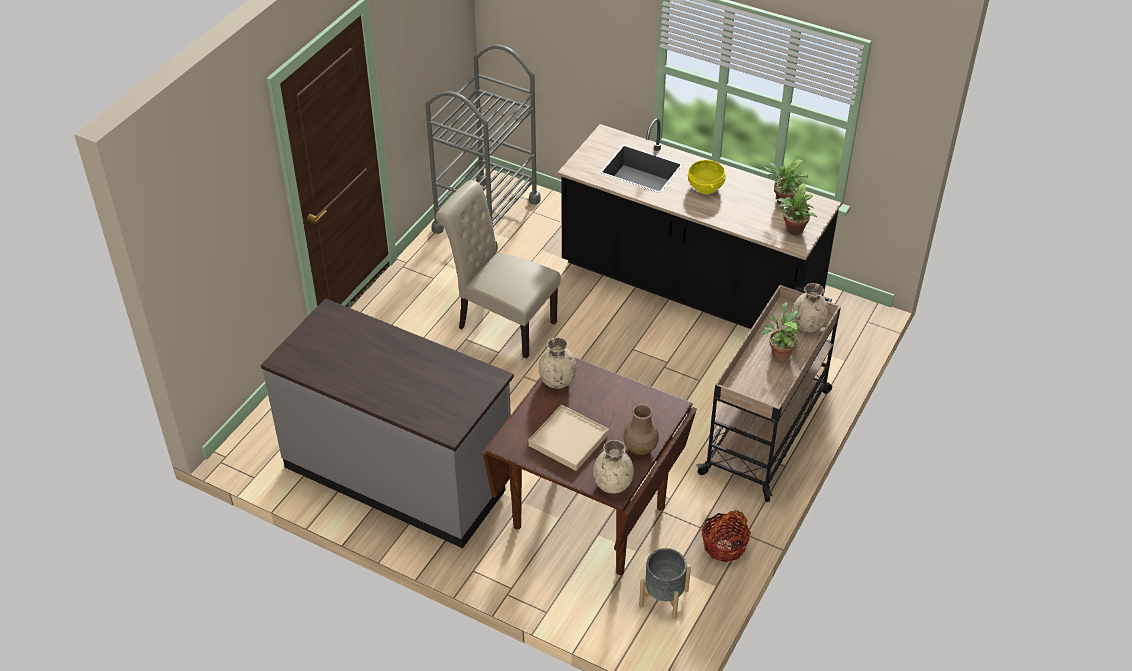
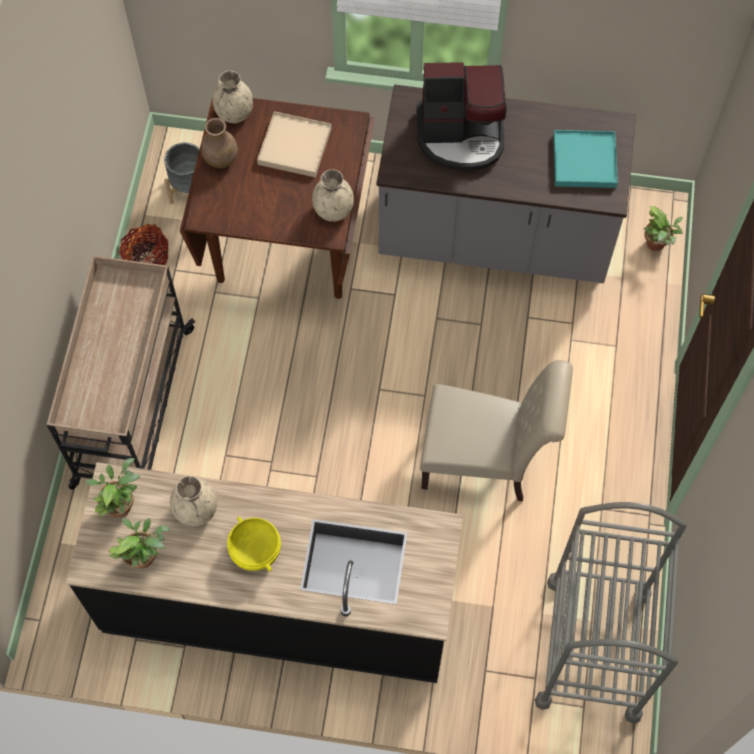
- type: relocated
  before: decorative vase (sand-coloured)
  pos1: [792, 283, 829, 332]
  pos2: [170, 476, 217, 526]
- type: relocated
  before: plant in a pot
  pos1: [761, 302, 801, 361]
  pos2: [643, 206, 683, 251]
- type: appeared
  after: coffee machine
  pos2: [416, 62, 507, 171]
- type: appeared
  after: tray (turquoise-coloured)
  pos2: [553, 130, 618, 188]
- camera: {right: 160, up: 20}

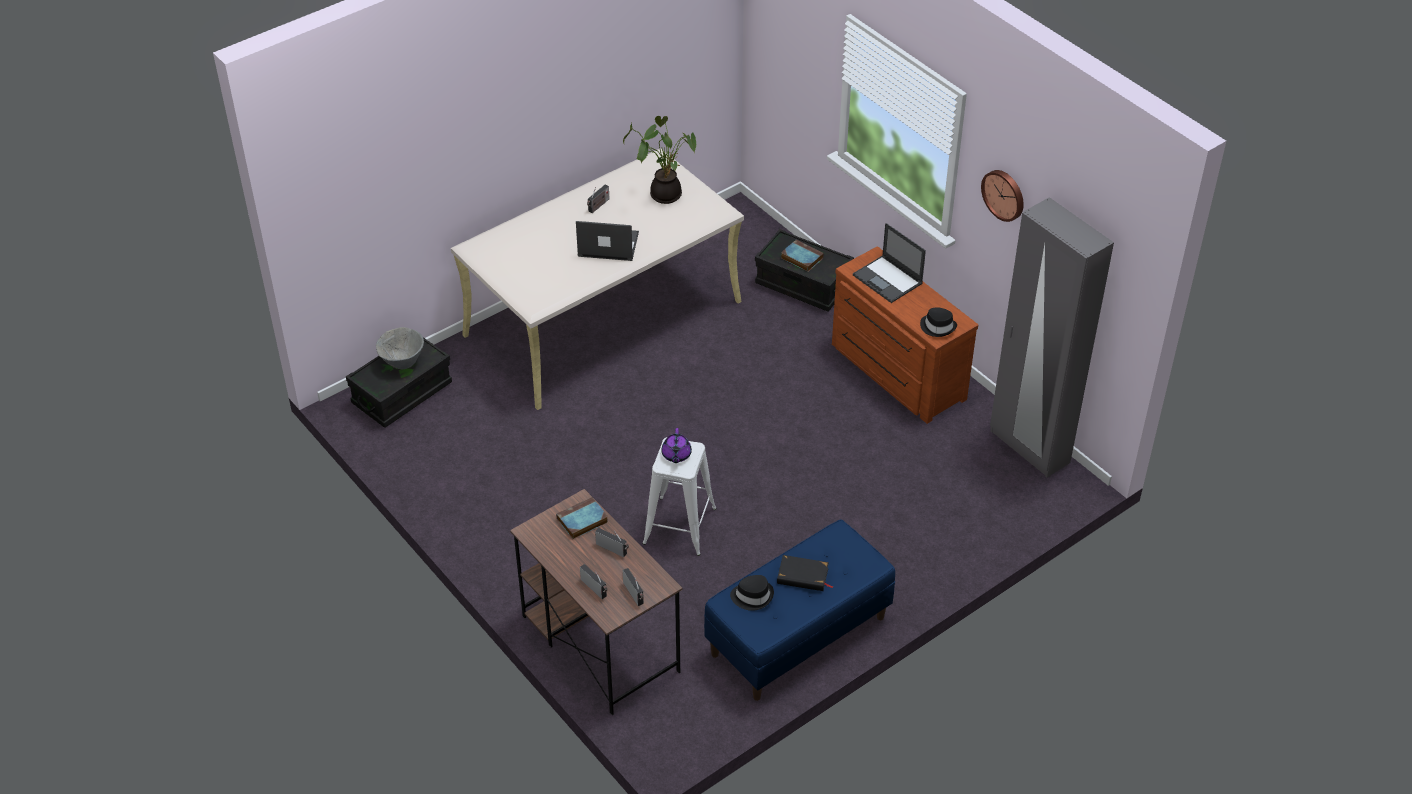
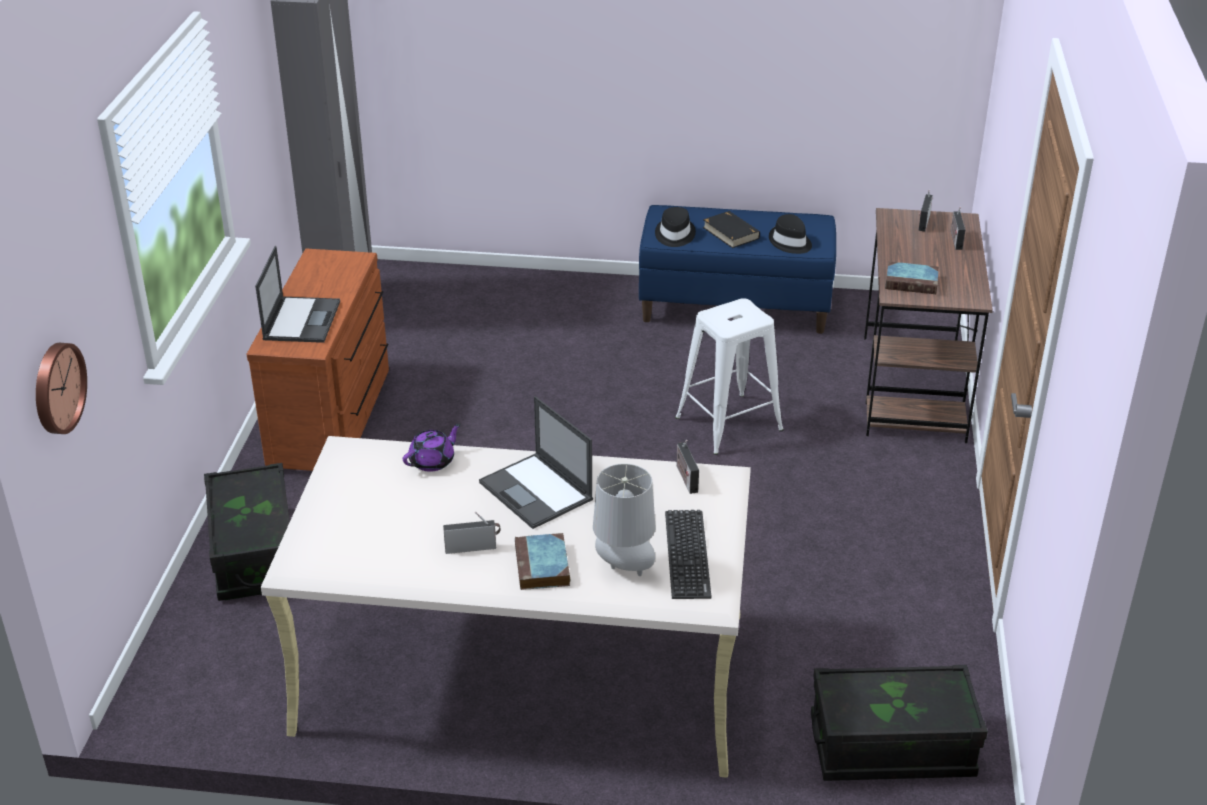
- type: missing
  before: plant in a pot
  pos1: [623, 116, 696, 204]
- type: relocated
  before: hanging clock
  pos1: [981, 170, 1024, 222]
  pos2: [36, 343, 87, 434]
- type: relocated
  before: book
  pos1: [781, 240, 824, 272]
  pos2: [515, 533, 570, 590]
- type: relocated
  before: wearable hat (blackish)
  pos1: [920, 307, 957, 337]
  pos2: [655, 207, 696, 247]
- type: missing
  before: serving bowl (grey)
  pos1: [376, 327, 424, 369]
- type: relocated
  before: tea pot (purple-coloured)
  pos1: [661, 428, 692, 463]
  pos2: [403, 423, 461, 472]
- type: relocated
  before: radio receiver
  pos1: [595, 528, 629, 557]
  pos2: [676, 439, 699, 494]
- type: appeared
  after: lamp for a table (grey)
  pos2: [593, 464, 655, 576]
- type: appeared
  after: computer keyboard
  pos2: [665, 510, 712, 599]
- camera: {right: -135, up: -10}

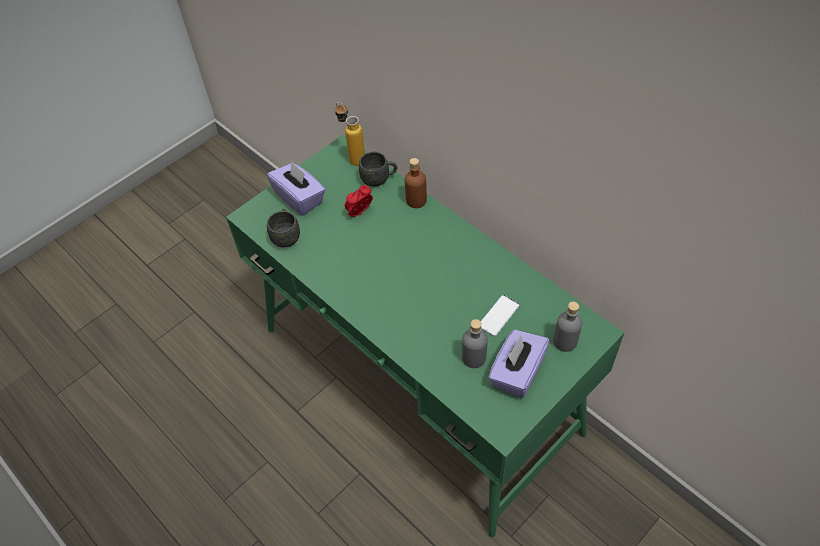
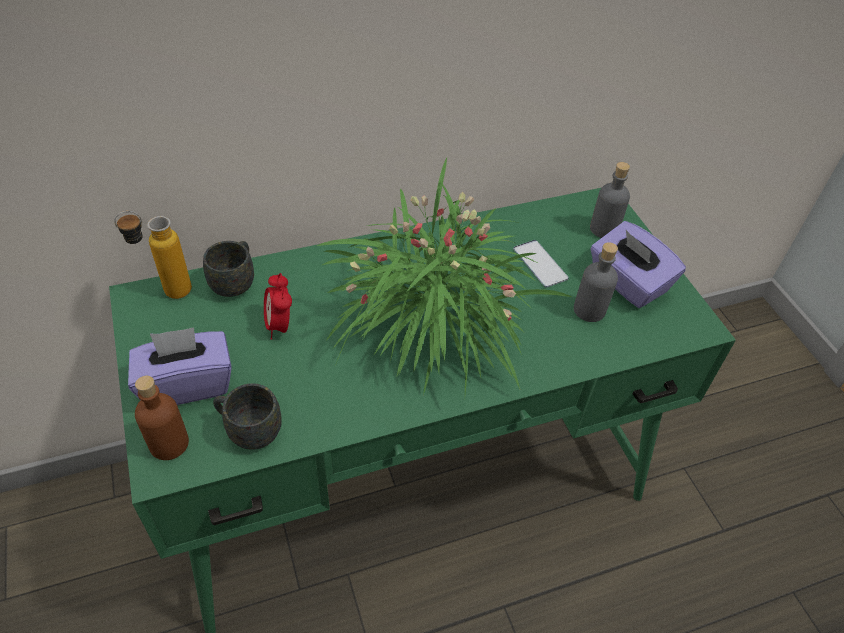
- type: relocated
  before: bottle (brown)
  pos1: [405, 158, 427, 208]
  pos2: [135, 376, 189, 460]
- type: appeared
  after: plant in a pot
  pos2: [317, 158, 571, 395]
- camera: {right: -70, up: -5}

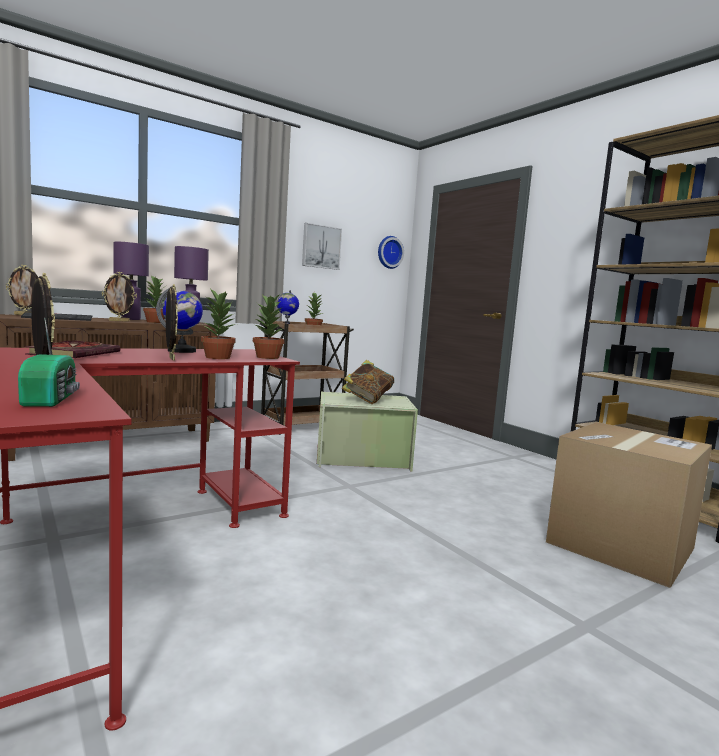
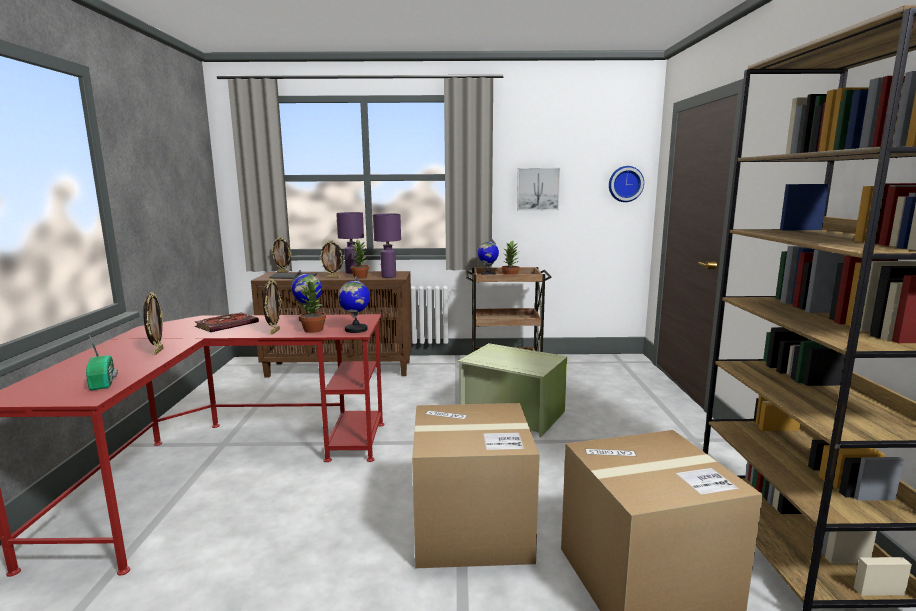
- type: exchanged
  before: plant in a pot
  after: world globe
  pos1: [253, 293, 285, 359]
  pos2: [338, 276, 370, 333]
- type: spun
  before: radio receiver
  pos1: [18, 318, 80, 407]
  pos2: [86, 335, 118, 390]
  turn: -45
- type: missing
  before: book
  pos1: [342, 360, 394, 404]
- type: appeared
  after: cardboard box
  pos2: [412, 403, 540, 568]
- camera: {right: 35, up: 5}

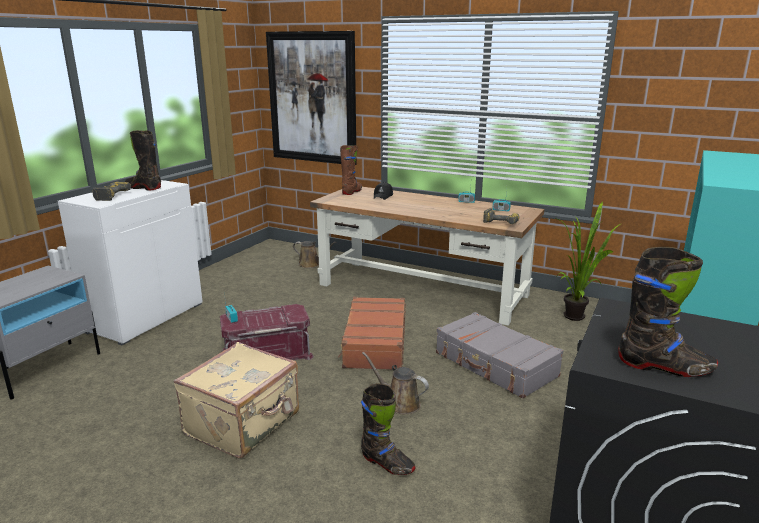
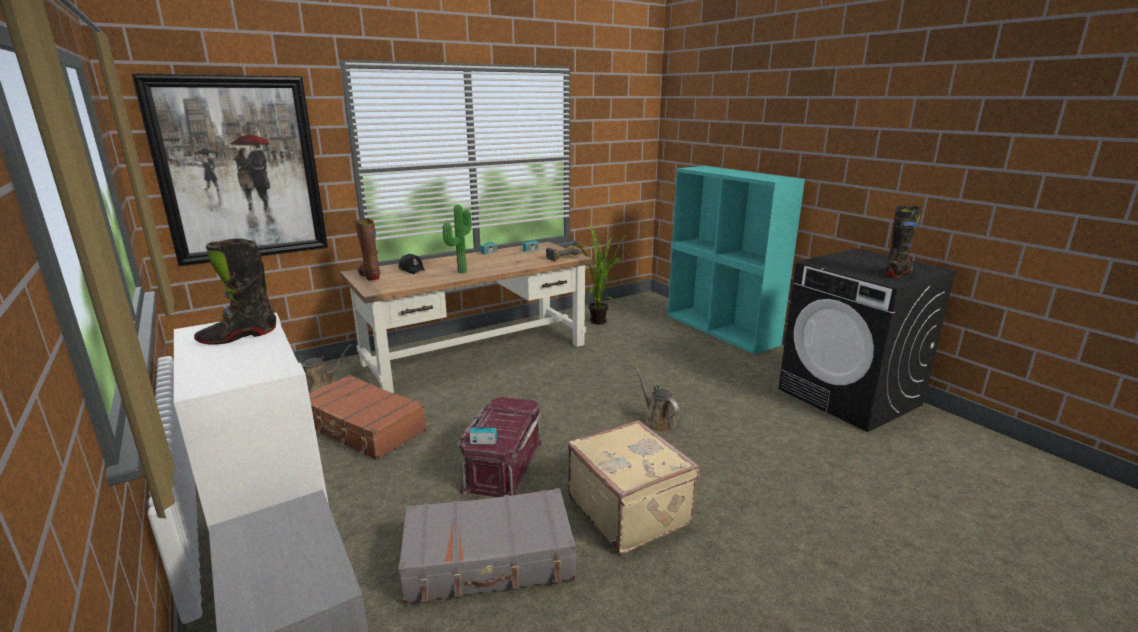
- type: missing
  before: drill
  pos1: [92, 182, 131, 201]
- type: relocated
  before: suitcase (brown)
  pos1: [338, 297, 406, 370]
  pos2: [309, 375, 427, 460]
- type: relocated
  before: suitcase (grey)
  pos1: [436, 312, 564, 399]
  pos2: [398, 488, 576, 604]
- type: spun
  before: watering can (brown)
  pos1: [362, 352, 429, 414]
  pos2: [636, 369, 679, 432]
  turn: 90
- type: missing
  before: tall boot (blackish)
  pos1: [361, 383, 415, 475]
- type: appeared
  after: plant in a pot
  pos2: [443, 205, 472, 273]
- camera: {right: -60, up: 0}

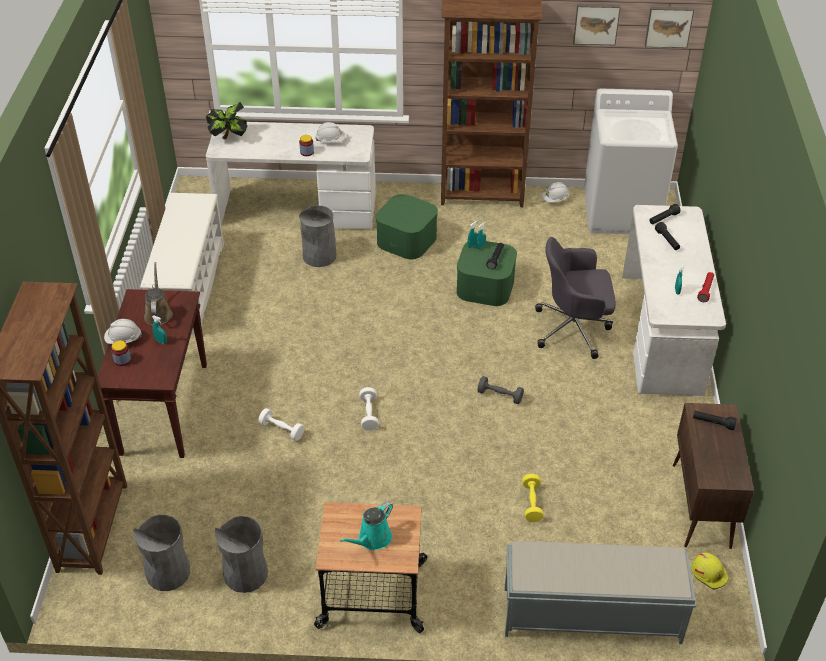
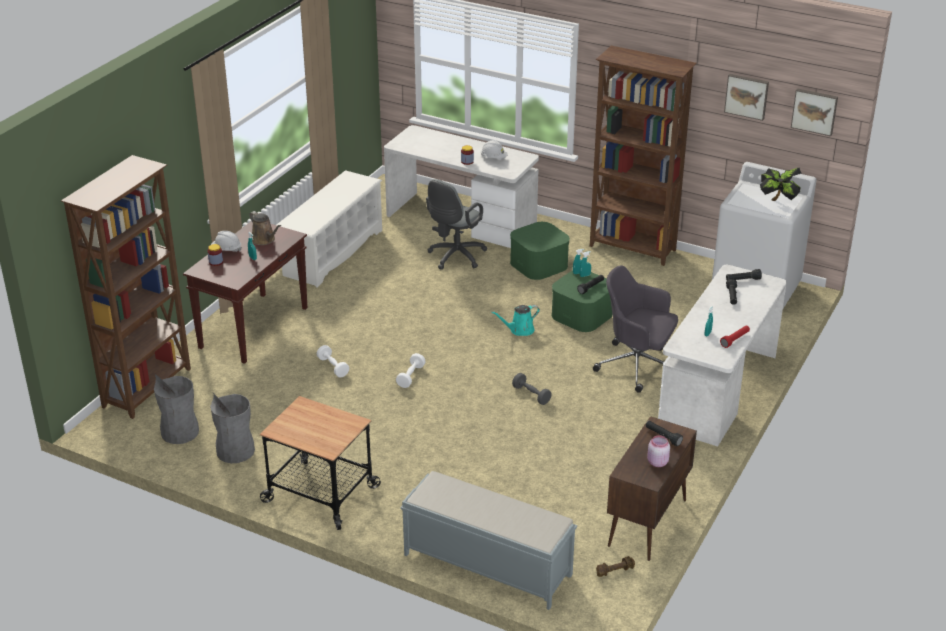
- type: relocated
  before: plant in a pot
  pos1: [206, 102, 248, 139]
  pos2: [760, 168, 802, 201]
- type: missing
  before: safety helmet (white)
  pos1: [542, 182, 569, 202]
- type: exchanged
  before: waste bin (grey)
  after: office chair (grey)
  pos1: [299, 205, 336, 267]
  pos2: [426, 179, 487, 270]
- type: spun
  before: watering can (brown)
  pos1: [144, 262, 173, 325]
  pos2: [249, 211, 281, 245]
  turn: 120
- type: missing
  before: free weight (yellow)
  pos1: [522, 474, 544, 522]
- type: relocated
  before: watering can (turquoise-coloured)
  pos1: [340, 501, 393, 550]
  pos2: [491, 305, 540, 336]
- type: exchanged
  before: safety helmet (yellow)
  after: free weight (brown)
  pos1: [691, 553, 729, 590]
  pos2: [596, 556, 635, 577]
- type: appeared
  after: storage jar (pinkish)
  pos2: [647, 435, 670, 467]
- camera: {right: 25, up: -10}

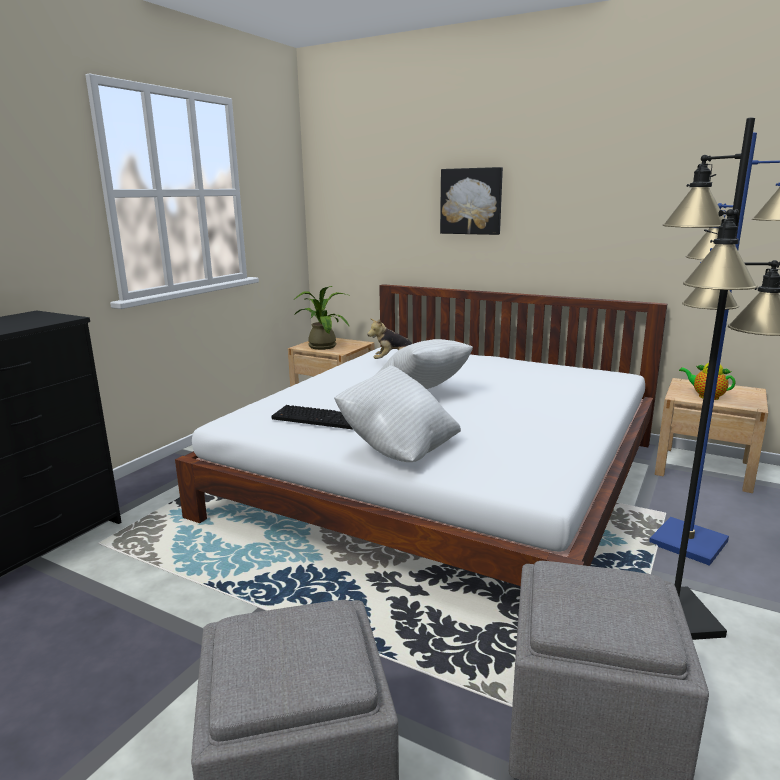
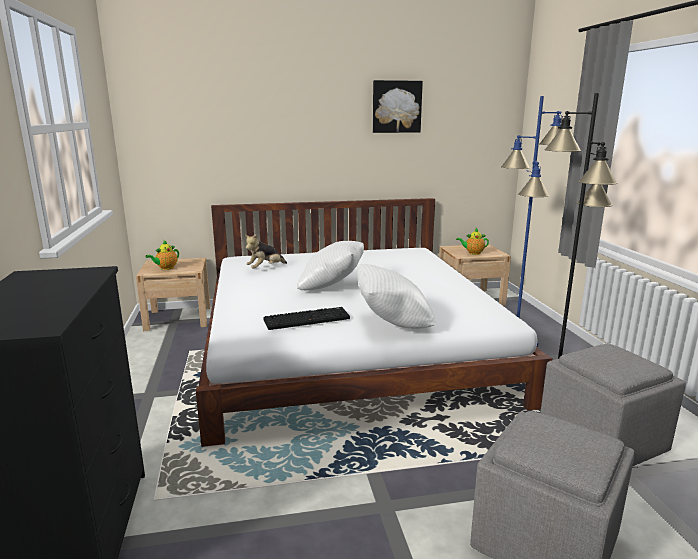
- type: relocated
  before: wall art
  pos1: [440, 167, 503, 235]
  pos2: [373, 80, 423, 133]
- type: exchanged
  before: plant in a pot
  after: tea pot
  pos1: [293, 286, 349, 350]
  pos2: [145, 240, 179, 270]
- camera: {right: -40, up: 0}

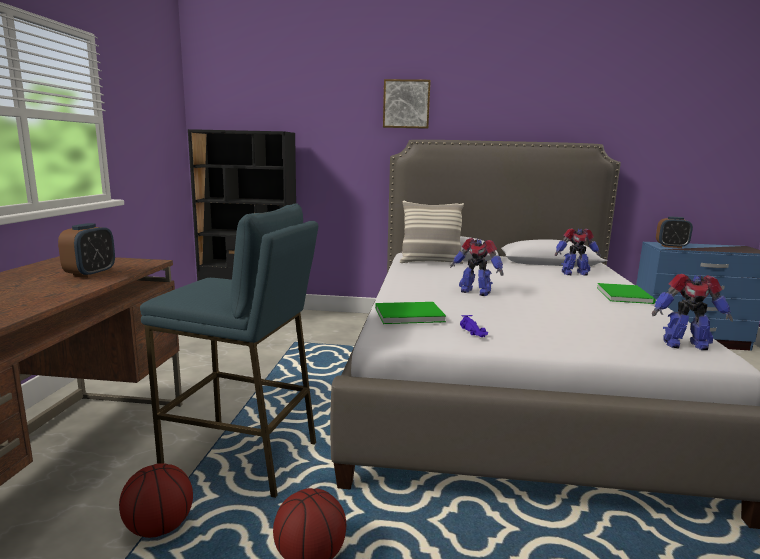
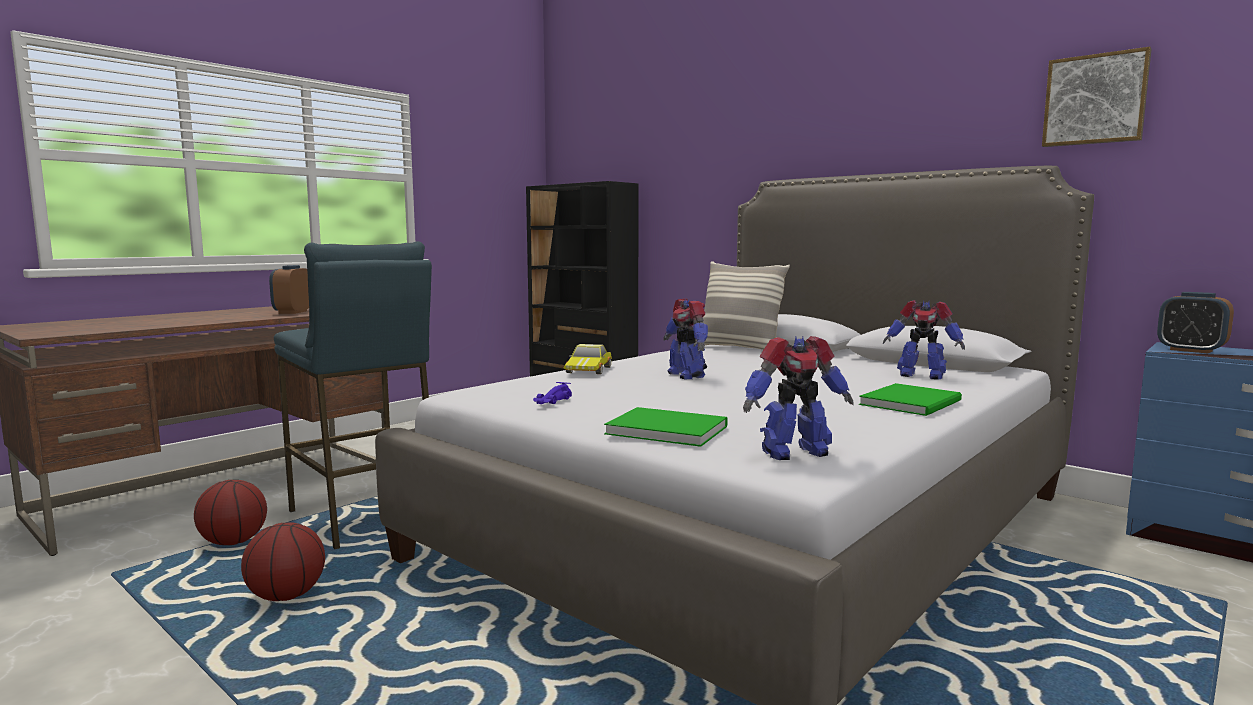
- type: relocated
  before: wall art
  pos1: [383, 79, 431, 129]
  pos2: [1042, 47, 1152, 147]
- type: spun
  before: alarm clock
  pos1: [58, 223, 115, 278]
  pos2: [269, 265, 309, 314]
  turn: 135
- type: spun
  before: toy robot
  pos1: [652, 274, 733, 350]
  pos2: [743, 336, 853, 460]
  turn: -60
- type: relocated
  before: book (green)
  pos1: [375, 302, 446, 324]
  pos2: [604, 407, 728, 447]
- type: appeared
  after: model car
  pos2: [563, 344, 612, 374]
- camera: {right: 35, up: -5}

